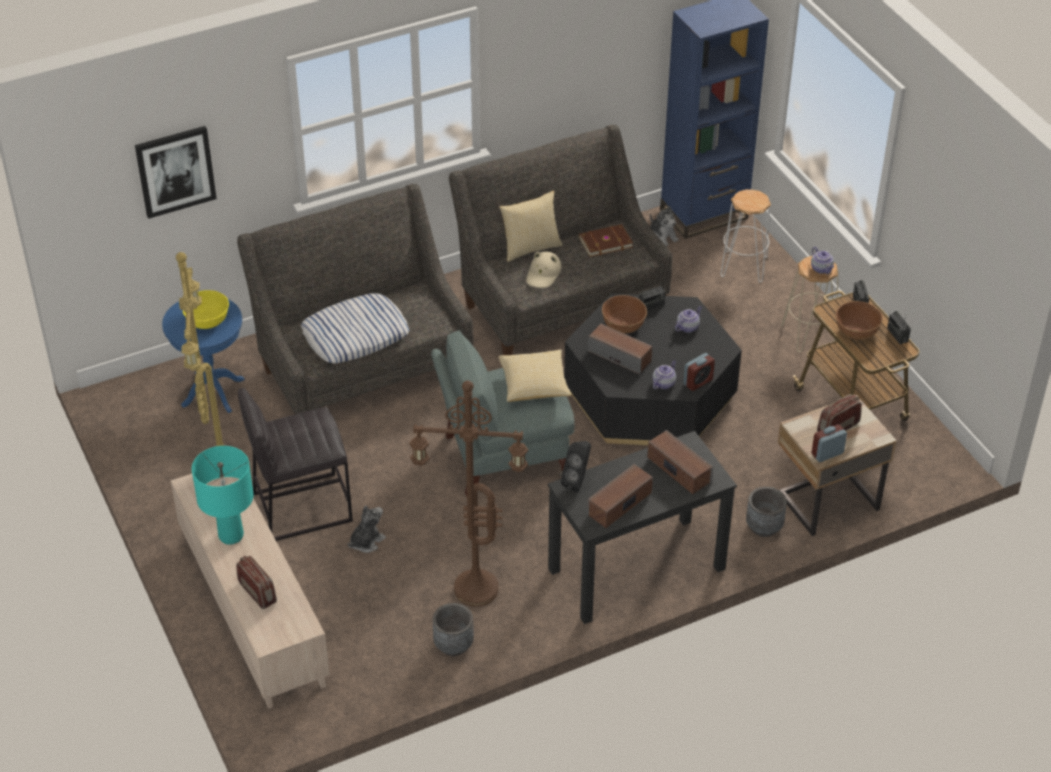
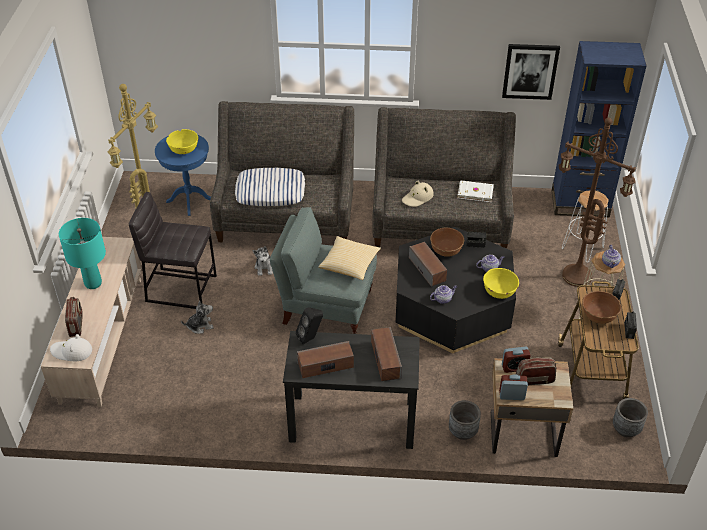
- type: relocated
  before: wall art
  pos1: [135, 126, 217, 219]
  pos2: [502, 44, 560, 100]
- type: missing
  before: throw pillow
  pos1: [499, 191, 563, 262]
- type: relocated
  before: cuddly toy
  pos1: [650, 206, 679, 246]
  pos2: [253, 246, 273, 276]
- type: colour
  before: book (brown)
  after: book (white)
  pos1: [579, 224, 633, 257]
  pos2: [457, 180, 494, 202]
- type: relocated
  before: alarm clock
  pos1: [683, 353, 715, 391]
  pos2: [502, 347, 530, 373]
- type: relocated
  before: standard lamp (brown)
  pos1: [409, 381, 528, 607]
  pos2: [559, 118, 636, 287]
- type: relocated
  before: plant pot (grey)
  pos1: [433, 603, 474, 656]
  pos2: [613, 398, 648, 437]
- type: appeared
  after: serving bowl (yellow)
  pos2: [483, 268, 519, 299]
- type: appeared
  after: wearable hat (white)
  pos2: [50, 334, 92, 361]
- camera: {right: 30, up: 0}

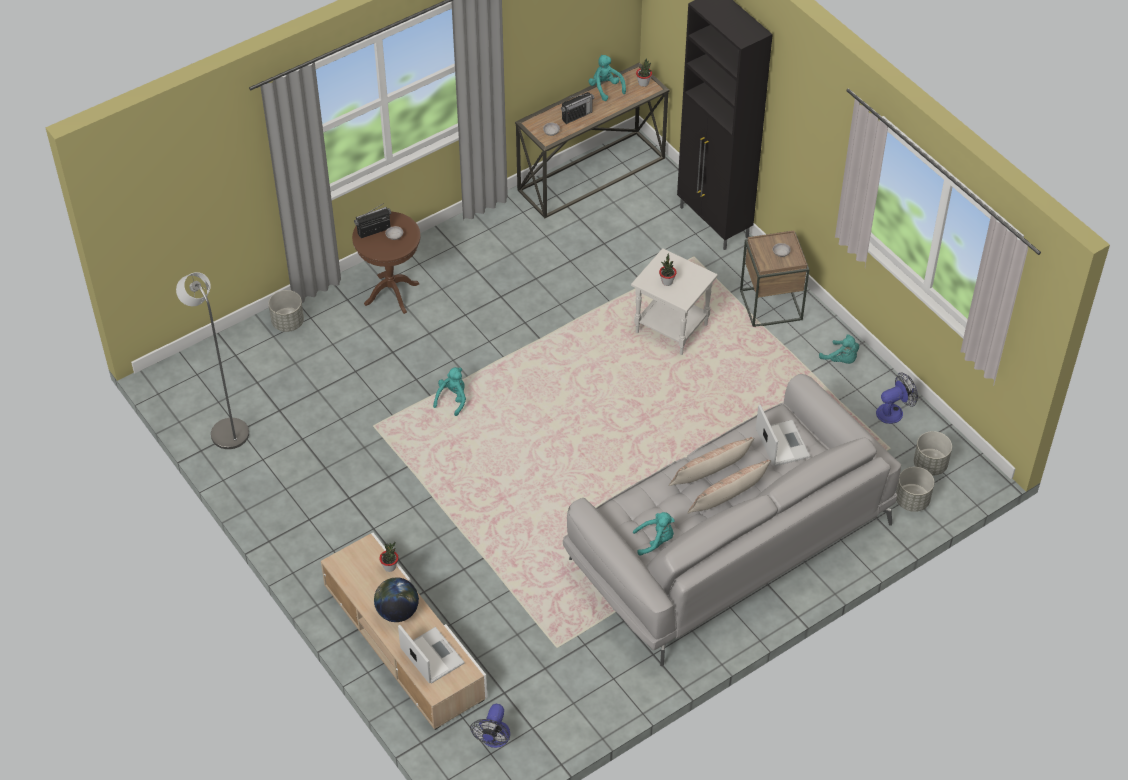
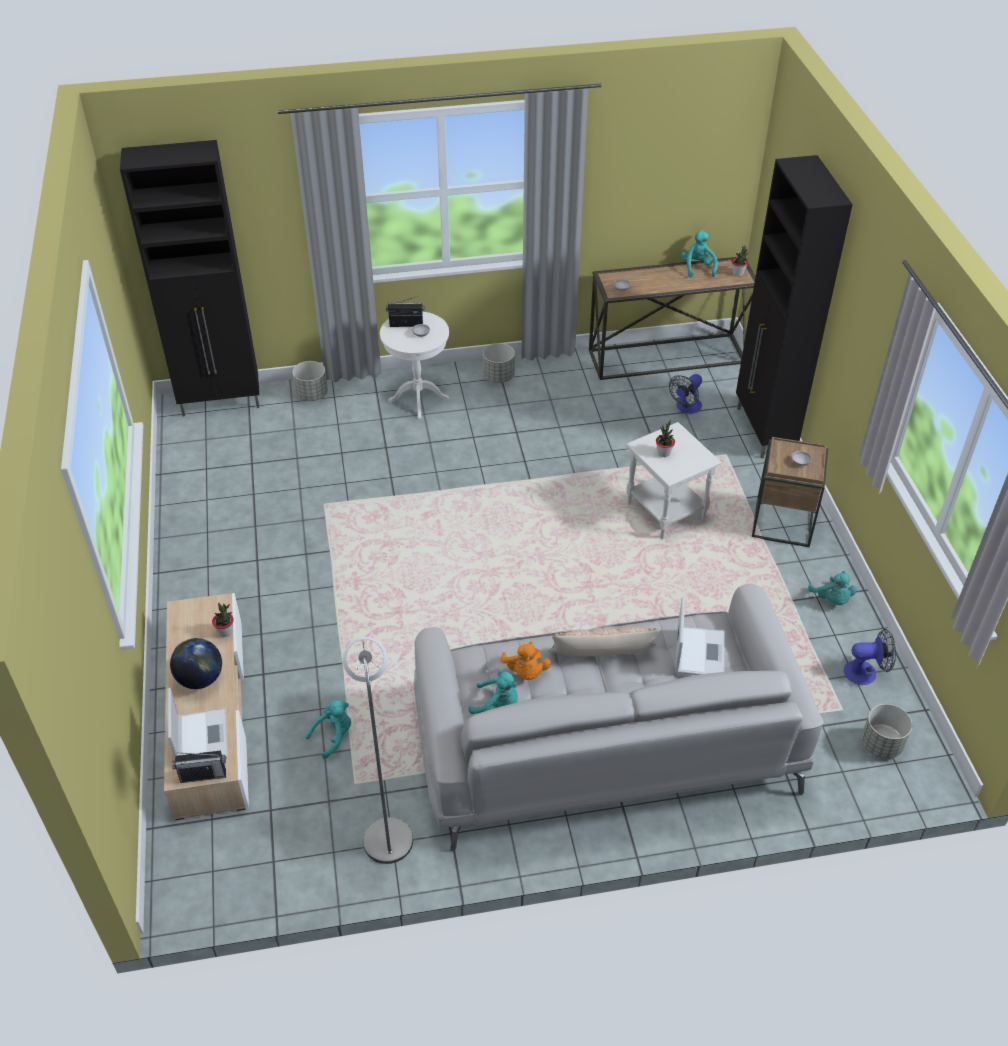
- type: relocated
  before: radio receiver
  pos1: [561, 92, 594, 124]
  pos2: [172, 751, 226, 783]
- type: colour
  before: accent table (brown)
  after: accent table (white)
  pos1: [352, 212, 421, 314]
  pos2: [380, 311, 449, 419]
- type: relocated
  before: standard lamp (grey)
  pos1: [176, 272, 249, 449]
  pos2: [343, 637, 413, 864]
- type: relocated
  before: cuddly toy (turquoise-coloured)
  pos1: [433, 367, 466, 416]
  pos2: [306, 700, 351, 759]
- type: missing
  before: throw pillow
  pos1: [687, 460, 771, 513]
- type: relocated
  before: plant pot (grey)
  pos1: [896, 467, 934, 512]
  pos2: [483, 343, 515, 383]
- type: relocated
  before: electric fan
  pos1: [470, 704, 510, 748]
  pos2: [669, 374, 702, 414]
- type: appeared
  after: cupboard (blackish)
  pos2: [120, 140, 259, 416]
- type: appeared
  after: cuddly toy (orange-coloured)
  pos2: [501, 642, 551, 680]
- camera: {right: 25, up: -5}

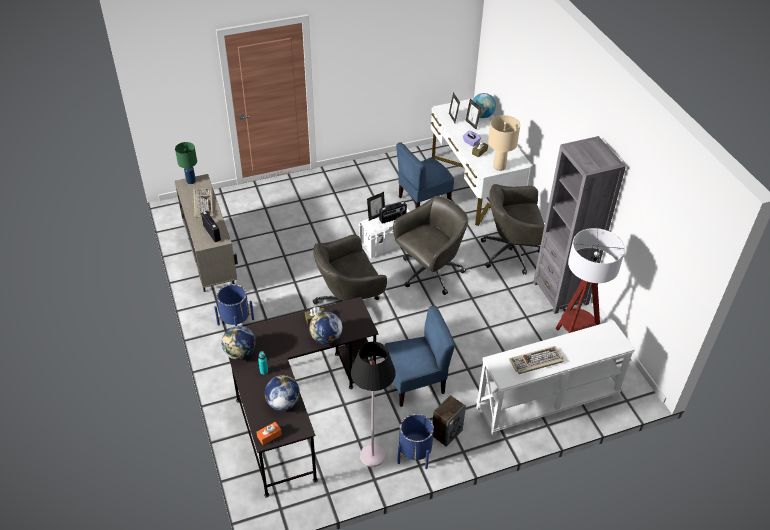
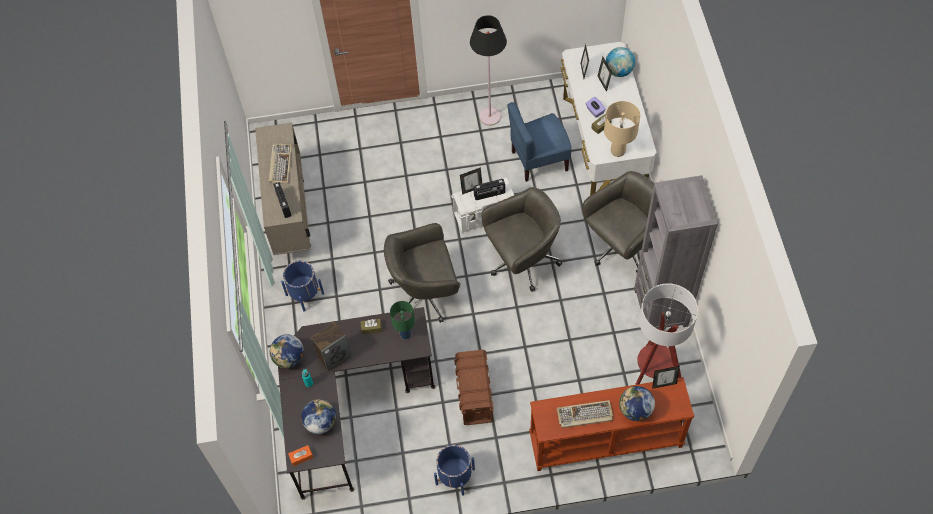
- type: relocated
  before: lamp for a table (green)
  pos1: [175, 142, 197, 184]
  pos2: [390, 301, 415, 340]
- type: spun
  before: office chair (grey)
  pos1: [481, 184, 544, 275]
  pos2: [582, 171, 654, 273]
  turn: 135
- type: exchanged
  before: plain chair (bluish)
  after: storage box (brown)
  pos1: [385, 306, 455, 407]
  pos2: [454, 350, 494, 425]
- type: relocated
  before: world globe
  pos1: [309, 311, 342, 344]
  pos2: [619, 386, 655, 421]
- type: colour
  before: narrow table (white)
  after: narrow table (brown)
  pos1: [476, 320, 635, 437]
  pos2: [529, 377, 694, 471]
- type: relocated
  before: standard lamp (blackish)
  pos1: [351, 342, 396, 467]
  pos2: [470, 15, 507, 126]
- type: relocated
  before: loudspeaker
  pos1: [432, 395, 466, 447]
  pos2: [311, 322, 351, 371]
- type: appeared
  after: picture frame
  pos2: [652, 366, 680, 389]
- camera: {right: 15, up: 15}

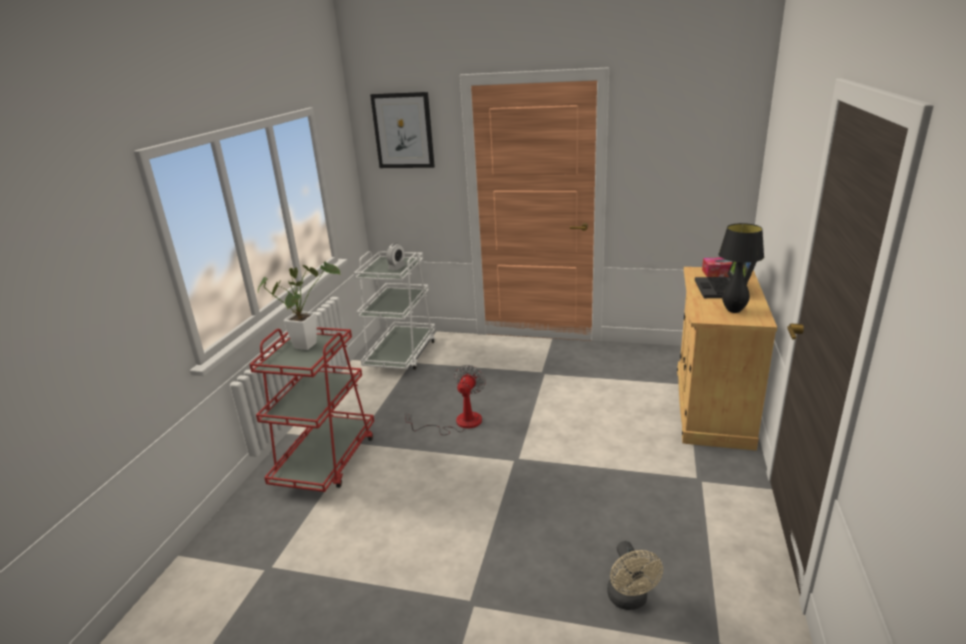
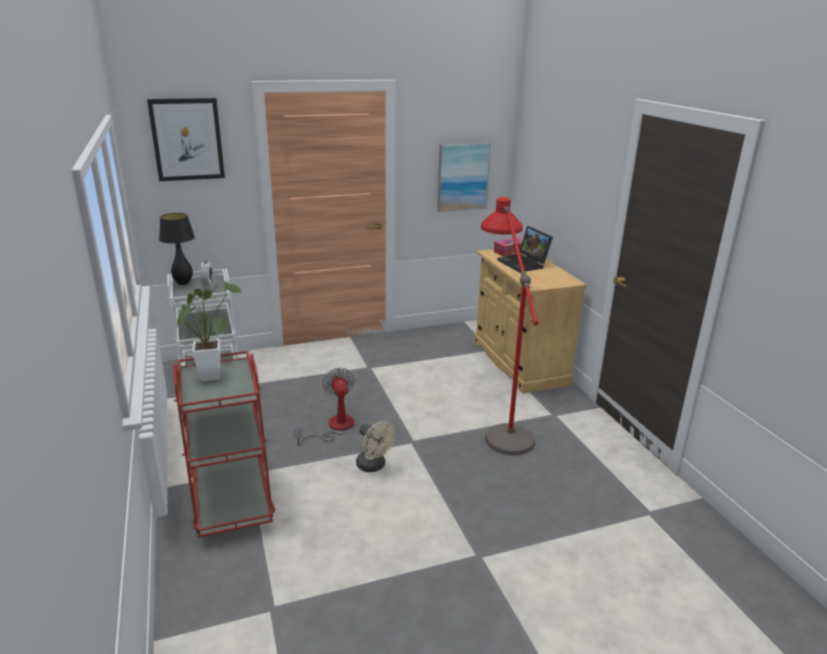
- type: relocated
  before: lamp for a table (blackish)
  pos1: [718, 223, 764, 313]
  pos2: [159, 213, 195, 285]
- type: relocated
  before: electric fan (sand-coloured)
  pos1: [607, 541, 663, 610]
  pos2: [356, 421, 395, 472]
- type: appeared
  after: wall art
  pos2: [437, 142, 491, 212]
- type: appeared
  after: standard lamp (red-coloured)
  pos2: [481, 197, 539, 456]
- camera: {right: -35, up: 0}

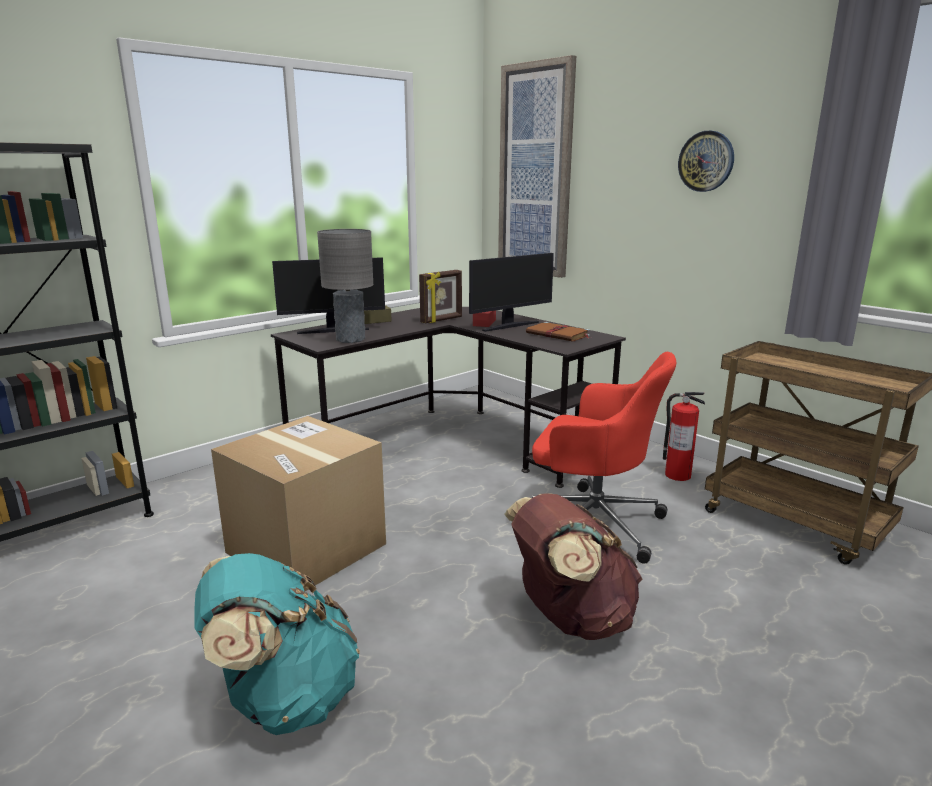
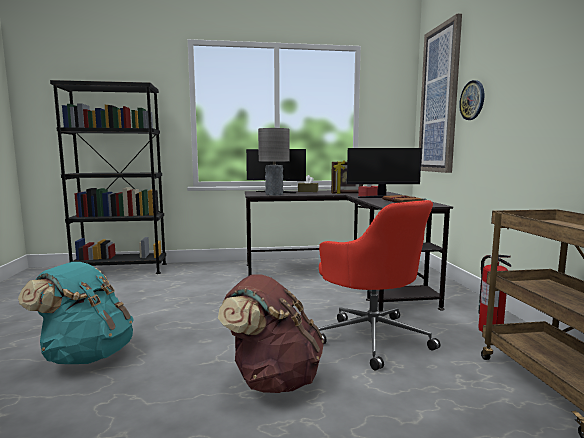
- type: relocated
  before: hanging clock
  pos1: [678, 131, 734, 192]
  pos2: [459, 80, 484, 120]
- type: missing
  before: cardboard box
  pos1: [211, 416, 386, 592]
- camera: {right: 35, up: -10}

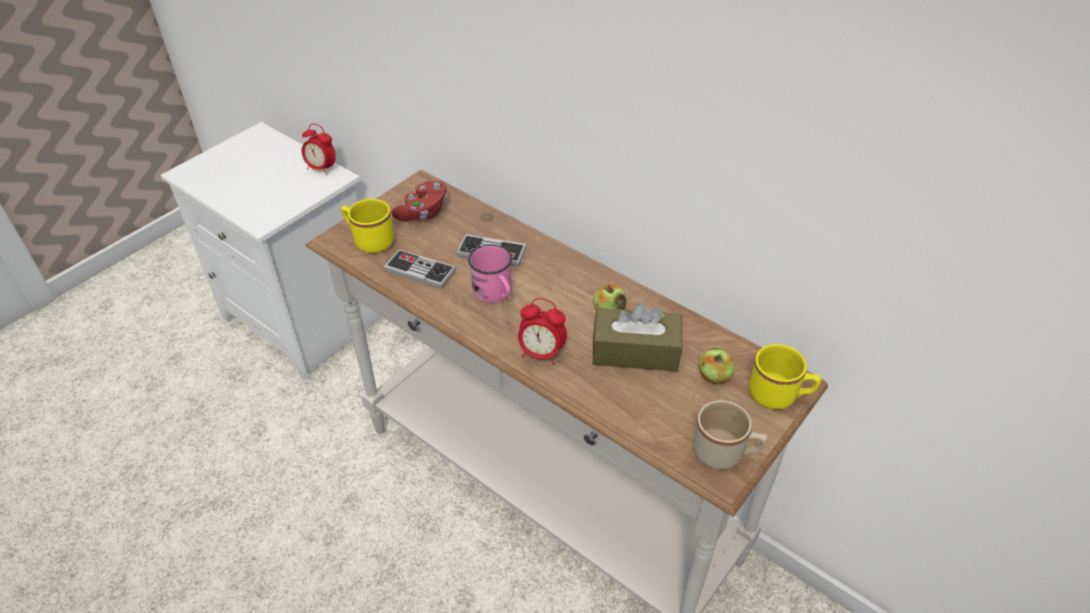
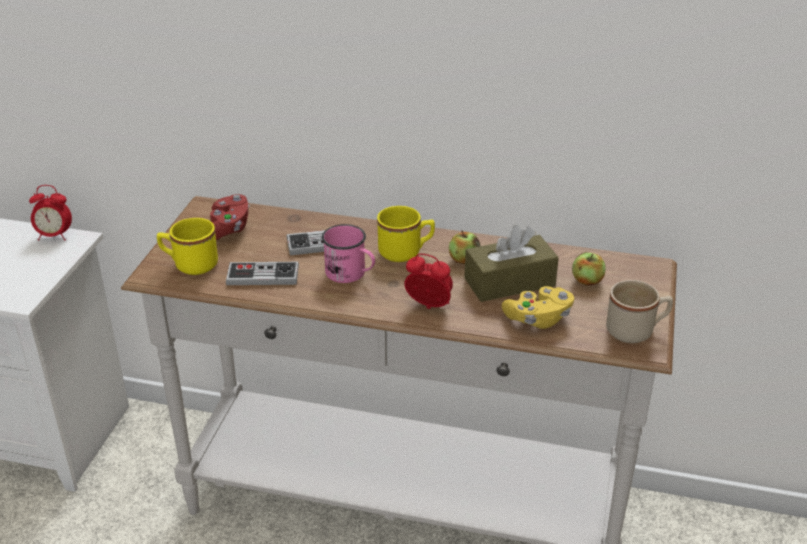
- type: spun
  before: alarm clock
  pos1: [518, 298, 567, 365]
  pos2: [404, 254, 453, 309]
  turn: -150
- type: relocated
  before: tea mug (yellow)
  pos1: [749, 344, 821, 409]
  pos2: [377, 206, 435, 262]
- type: appeared
  after: gamepad (yellow)
  pos2: [502, 286, 574, 329]
- camera: {right: -25, up: -10}

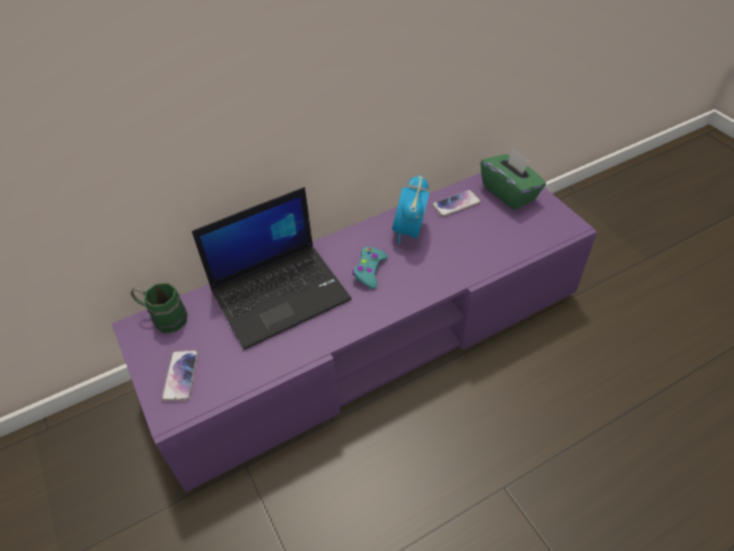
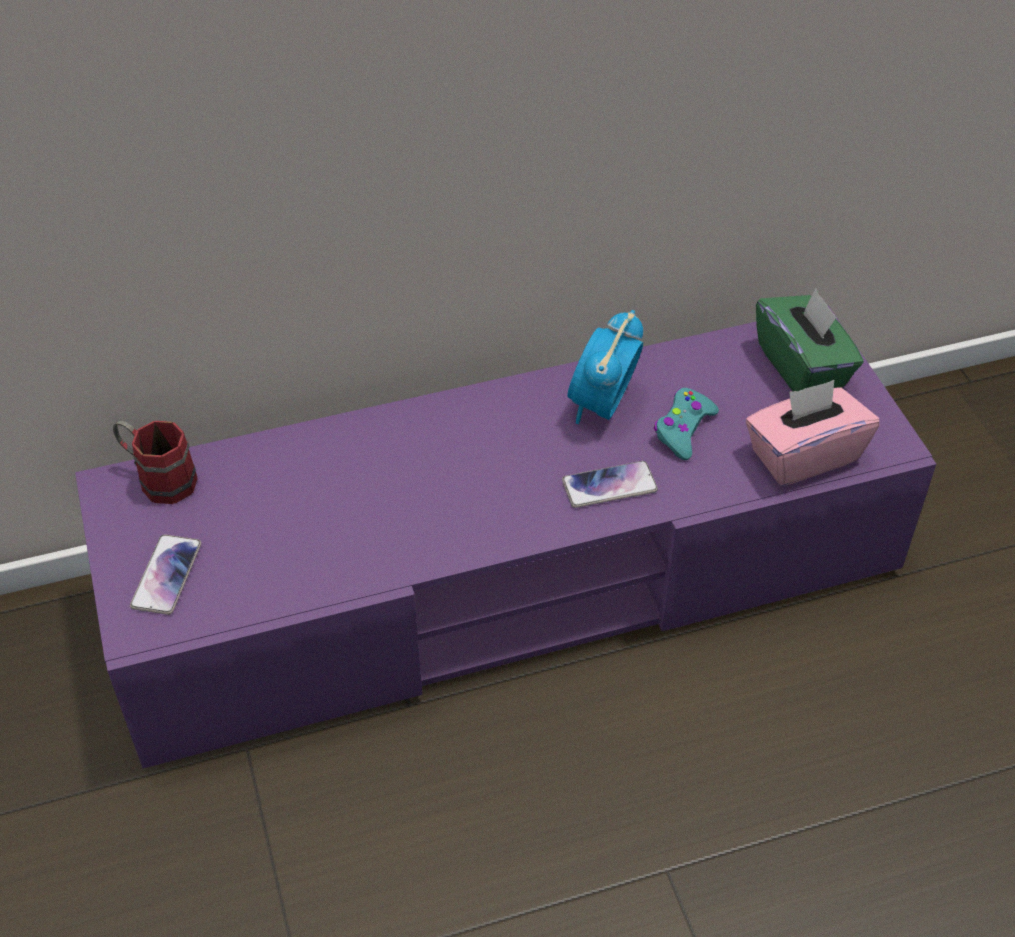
- type: missing
  before: notebook computer
  pos1: [192, 187, 352, 350]
- type: relocated
  before: handset
  pos1: [432, 190, 481, 217]
  pos2: [562, 461, 658, 508]
- type: relocated
  before: gamepad (turquoise-coloured)
  pos1: [352, 246, 388, 289]
  pos2: [654, 388, 719, 460]
- type: colour
  before: tea mug (green)
  after: tea mug (red-coloured)
  pos1: [131, 283, 187, 333]
  pos2: [113, 421, 198, 504]
- type: appeared
  after: tissue holder (pinkish)
  pos2: [746, 380, 879, 486]
- camera: {right: 10, up: 0}

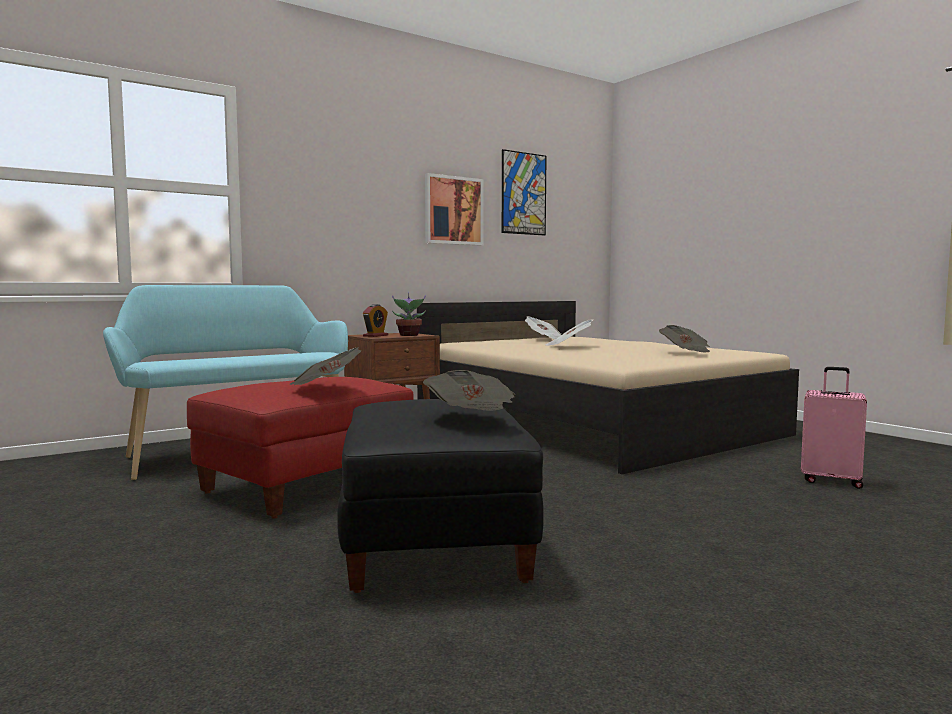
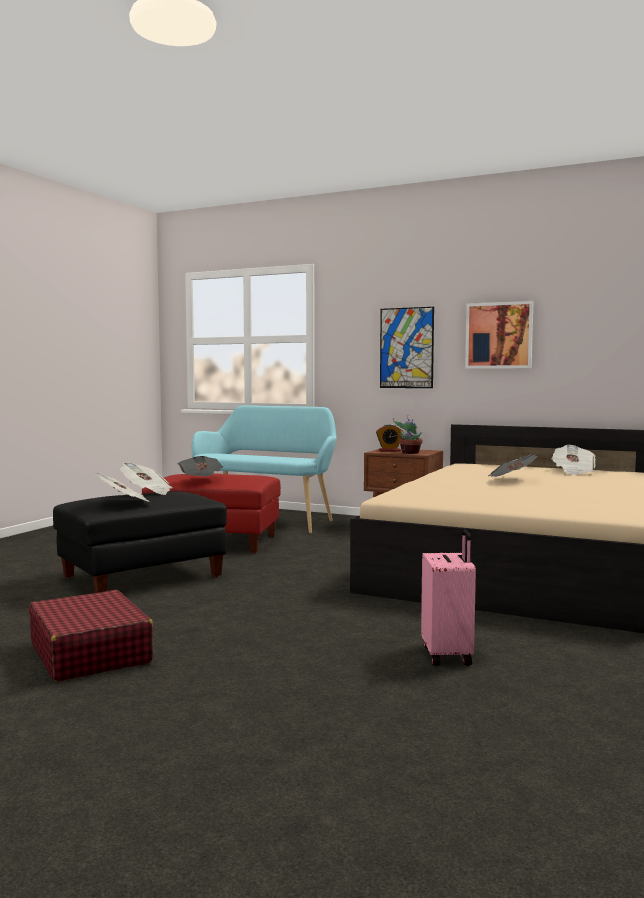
- type: relocated
  before: wall art
  pos1: [502, 149, 547, 236]
  pos2: [380, 307, 434, 388]
- type: relocated
  before: printed paper
  pos1: [659, 325, 710, 352]
  pos2: [120, 462, 173, 495]
- type: appeared
  after: suitcase (red-coloured)
  pos2: [29, 590, 154, 682]
- camera: {right: 60, up: 0}

